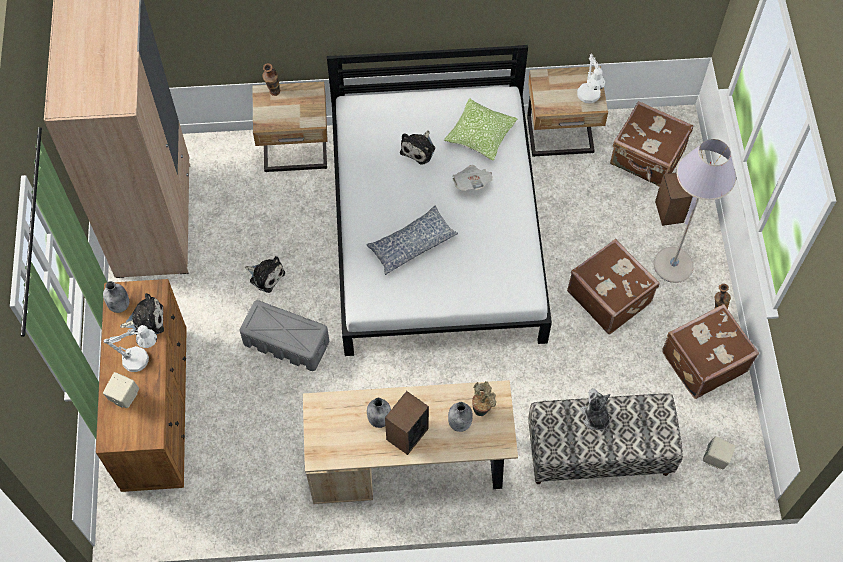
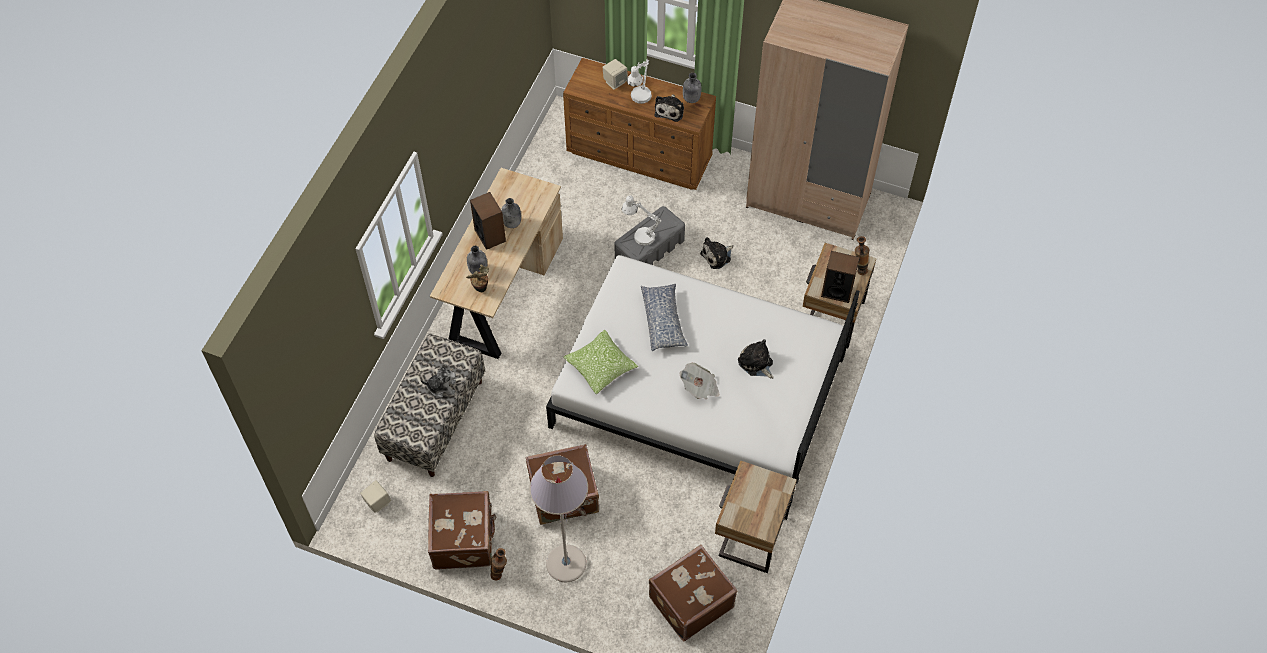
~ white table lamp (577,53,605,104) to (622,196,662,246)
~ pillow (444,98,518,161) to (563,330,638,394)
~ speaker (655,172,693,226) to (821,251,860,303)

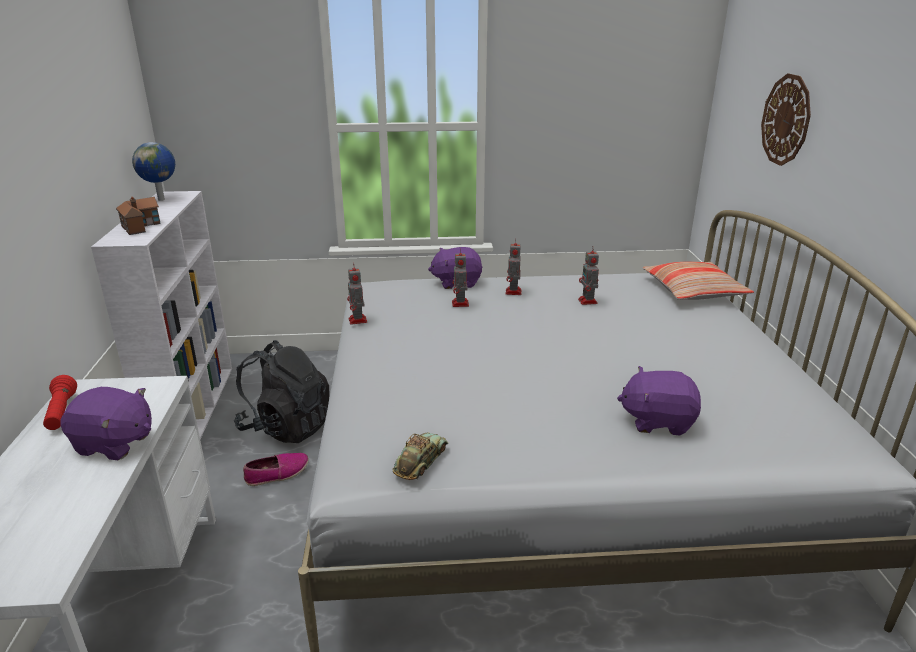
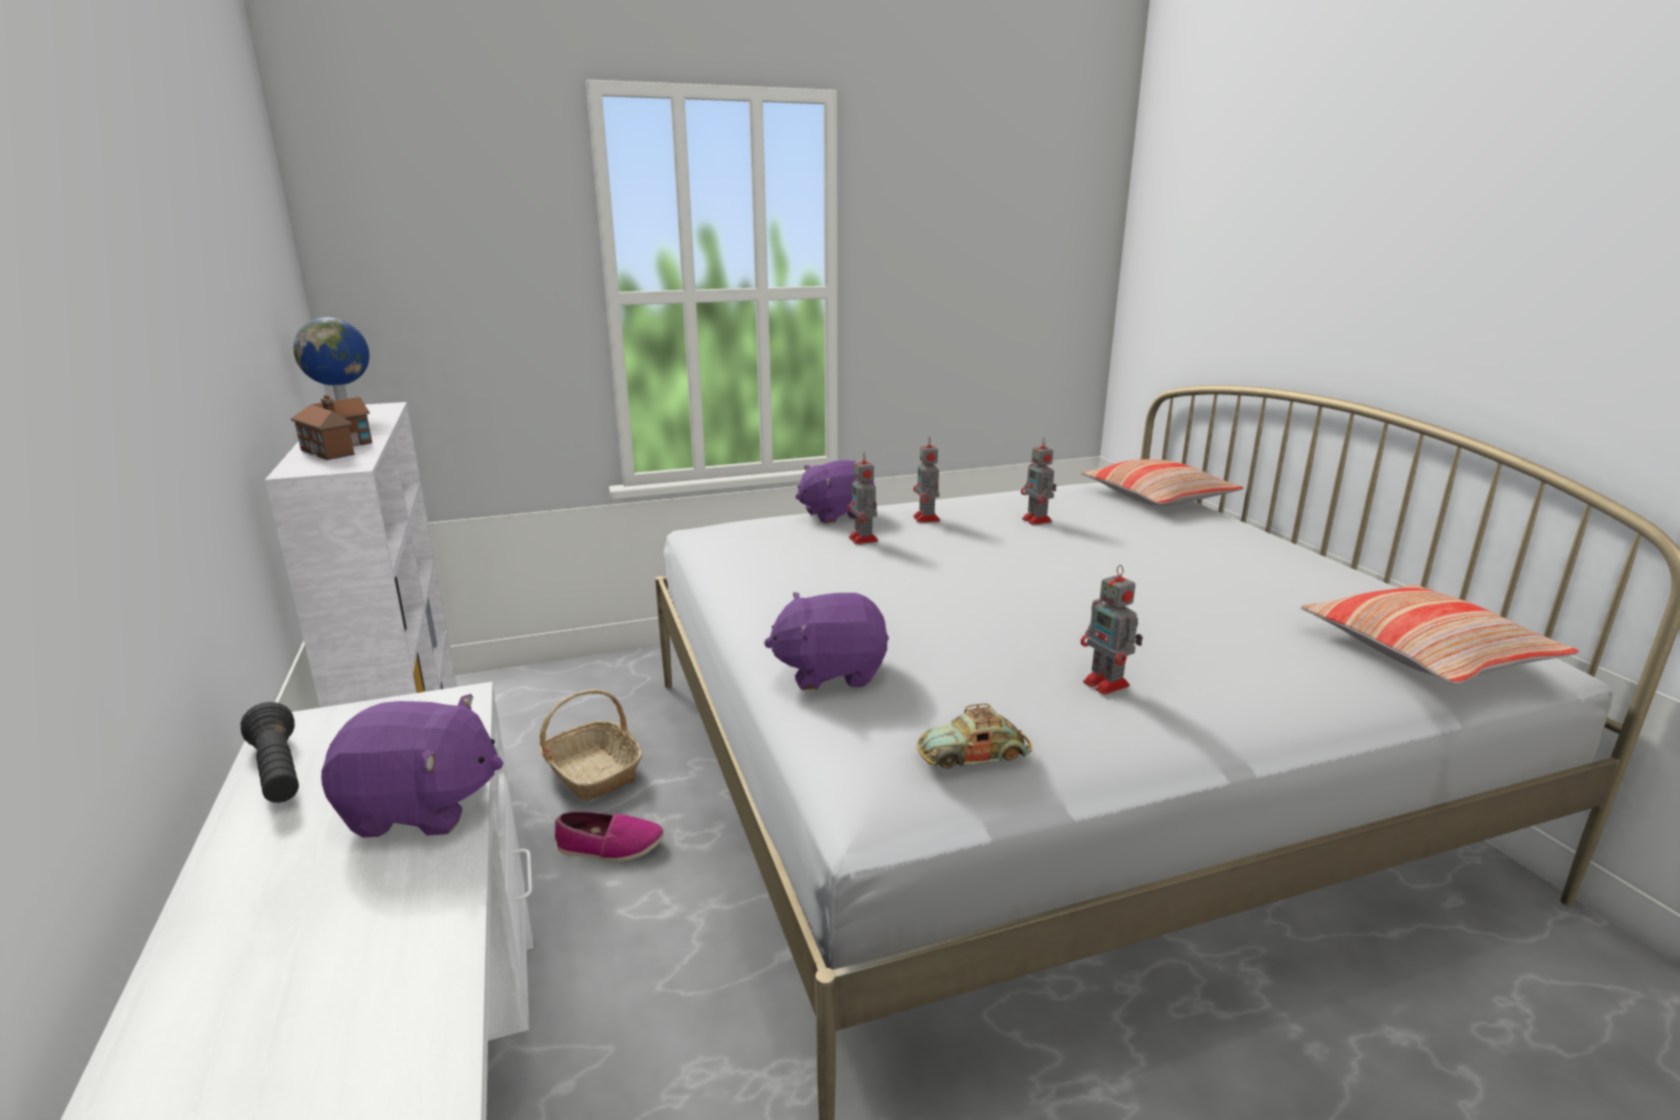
- wall clock (761,73,811,166)
~ toy robot (347,263,367,325) to (1081,565,1143,695)
~ black backpack (234,340,329,443) to basket (539,689,642,801)
~ purple plush toy (617,366,701,435) to (764,592,889,690)
~ red flashlight (43,375,77,430) to black flashlight (240,702,299,803)
~ toy car (393,432,448,480) = (916,703,1032,769) 120 degrees counterclockwise
~ shoe (243,453,309,486) = (555,811,664,862) 45 degrees clockwise
+ pillow (1300,584,1579,685)

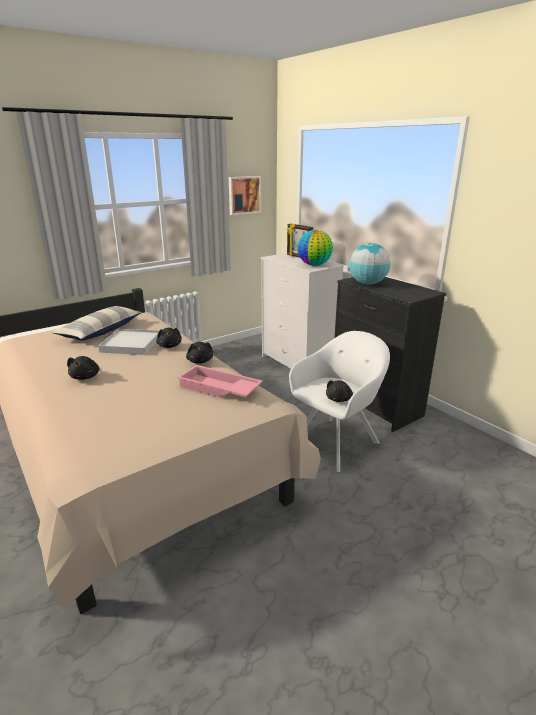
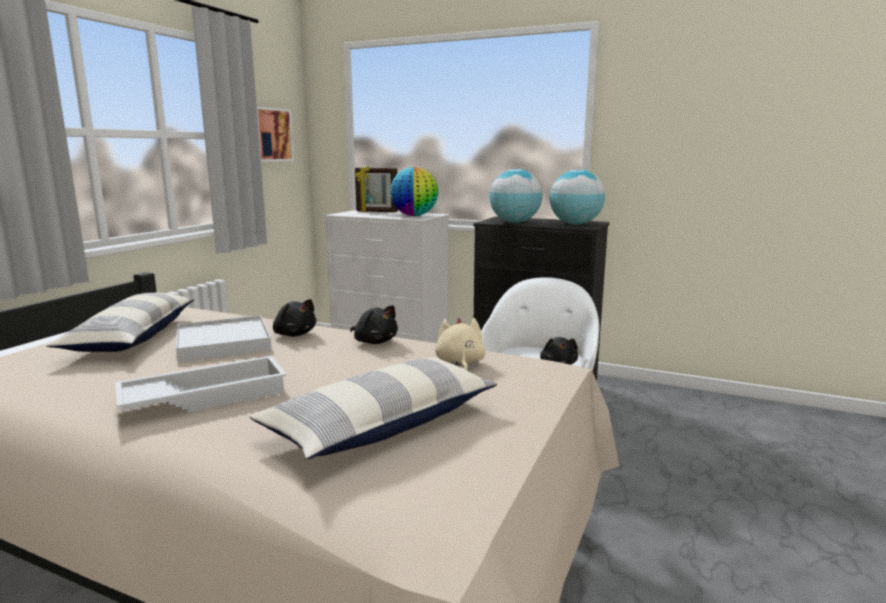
~ black plush toy (67,356,100,380) to white tray (115,356,287,412)
~ pink tray (177,365,263,397) to beige plush toy (435,318,486,370)
+ globe (550,169,605,225)
+ pillow (249,358,497,459)

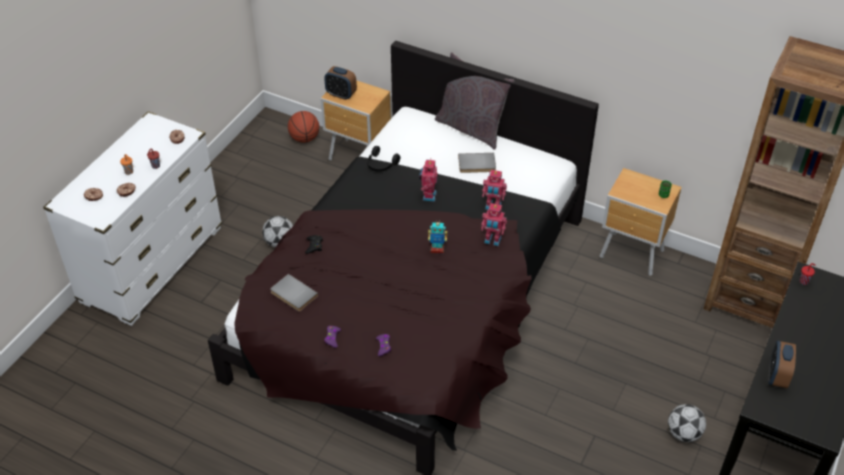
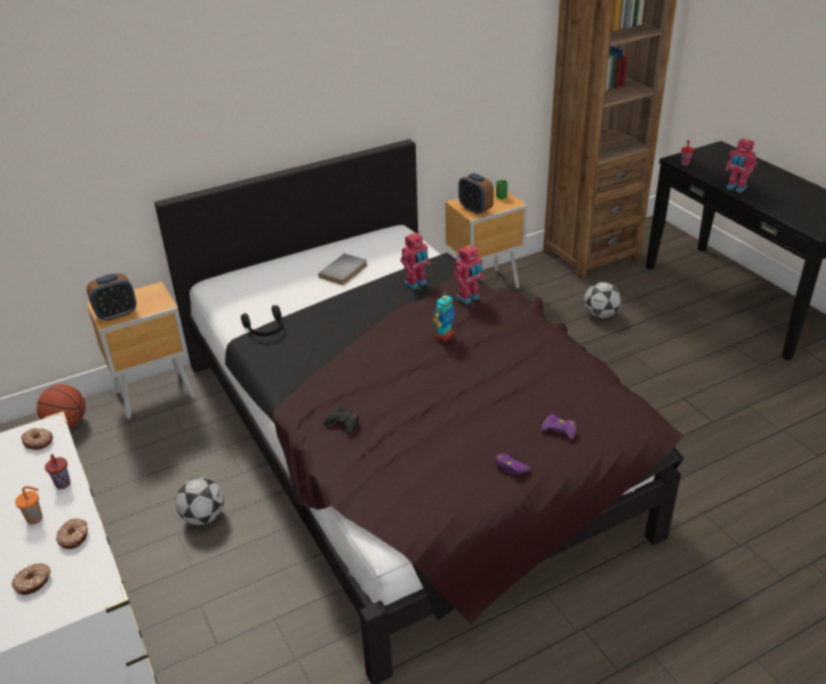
- grey pillow (435,52,515,149)
~ toy robot (419,158,438,202) to (725,138,757,193)
- grey book (270,274,318,311)
~ alarm clock (768,341,796,388) to (458,173,494,215)
~ football (668,404,706,442) to (584,282,621,318)

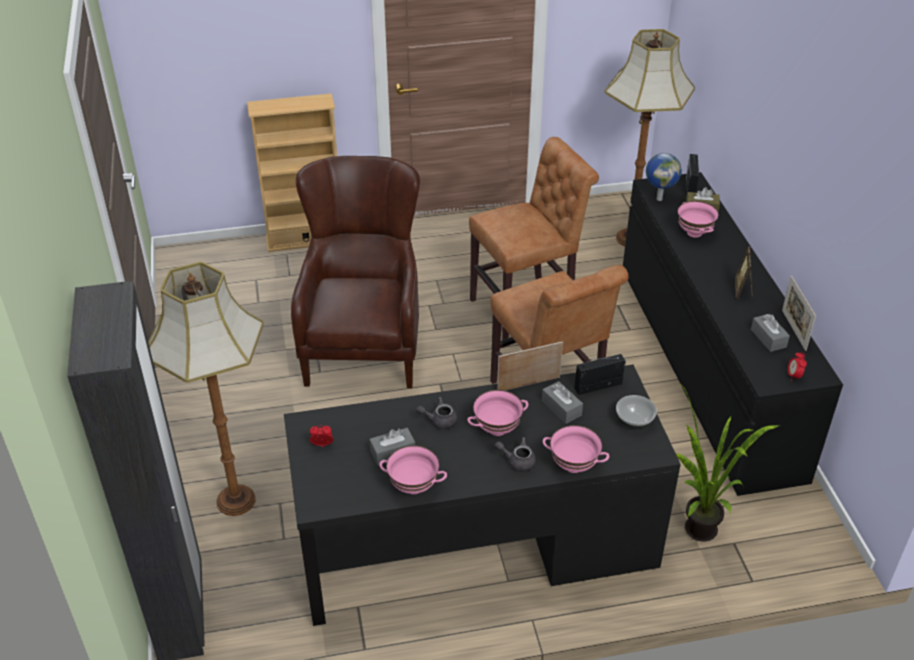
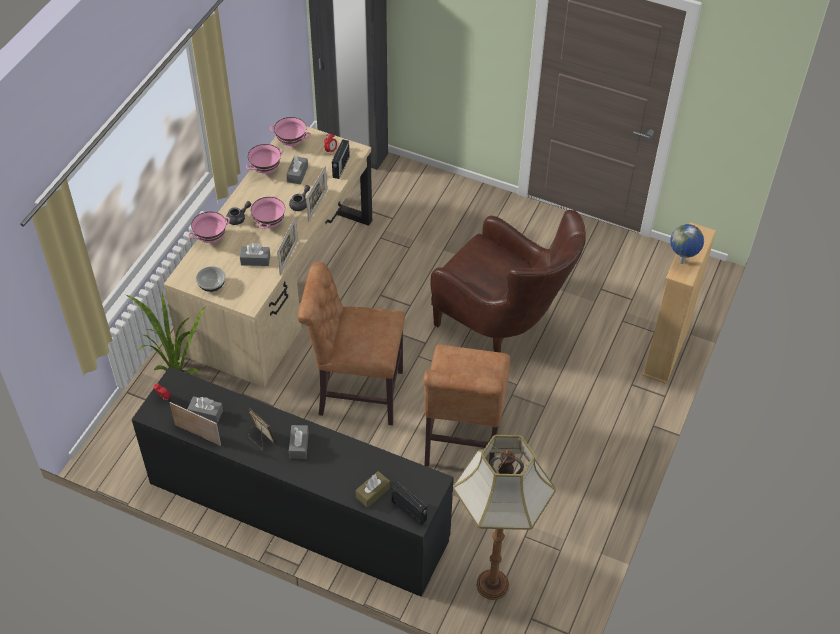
~ globe (646,153,682,201) to (670,224,704,264)
~ pink bowl (678,201,719,238) to (270,117,311,147)
- floor lamp (148,262,264,516)
~ radio (574,354,626,395) to (332,139,350,179)
~ black desk (284,365,681,626) to beige desk (164,126,372,387)
+ picture frame (306,166,327,222)
+ grey tissue box (289,425,309,459)

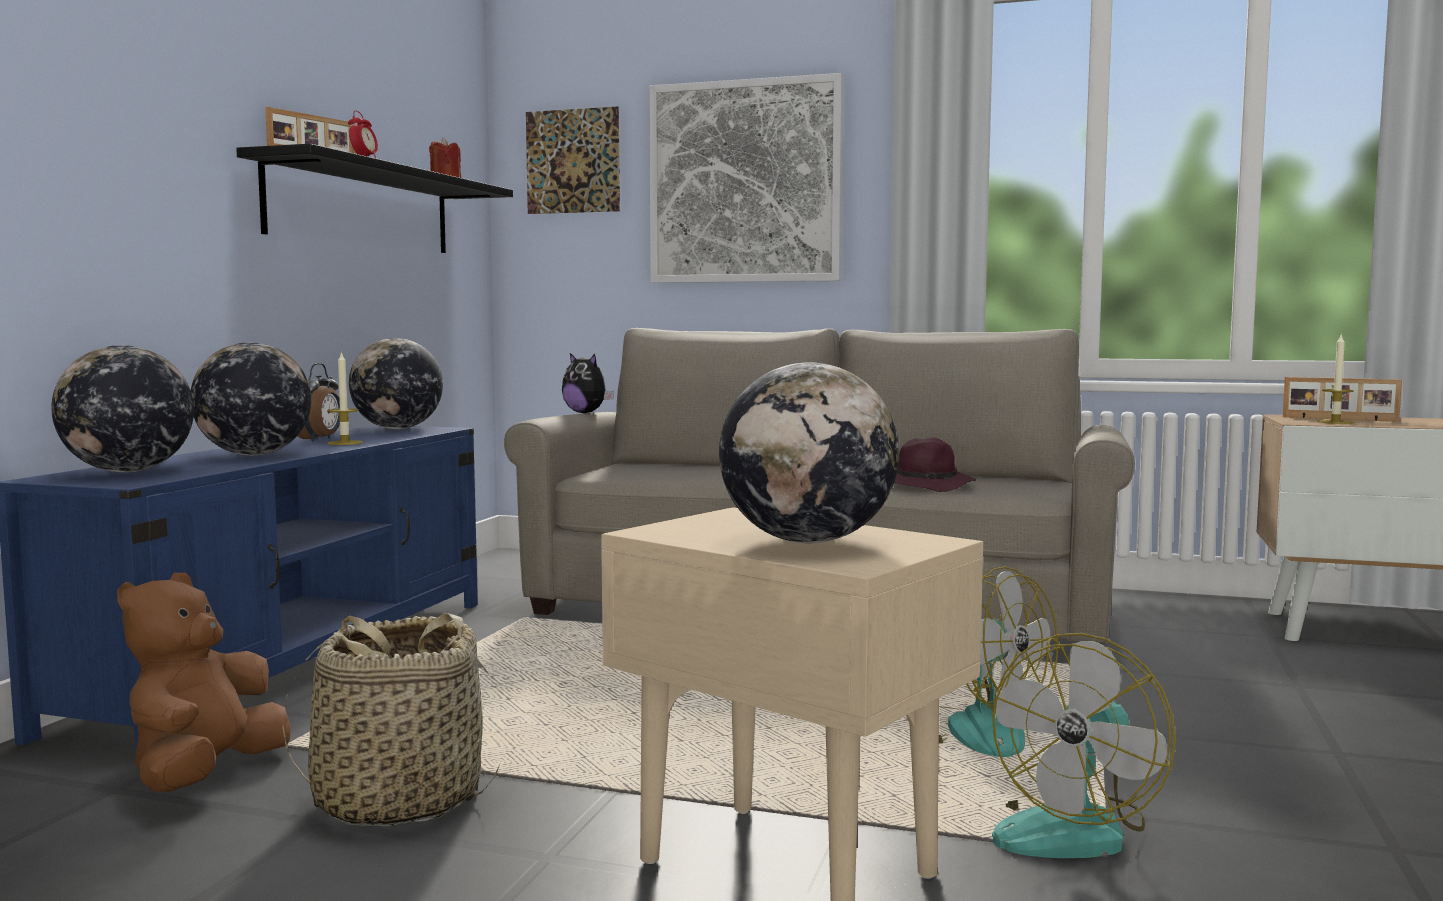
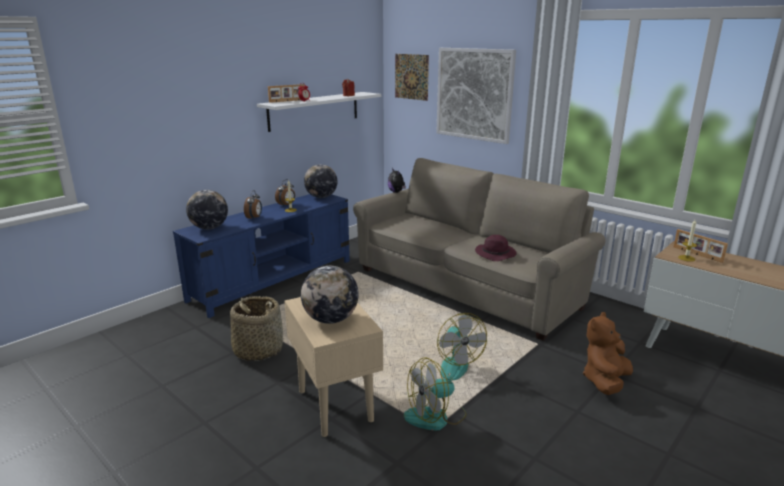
~ black shelf (236,144,513,253) to white shelf (257,92,381,132)
~ globe (191,342,311,455) to alarm clock (244,190,262,219)
~ brown plush toy (117,573,291,792) to (583,312,633,395)

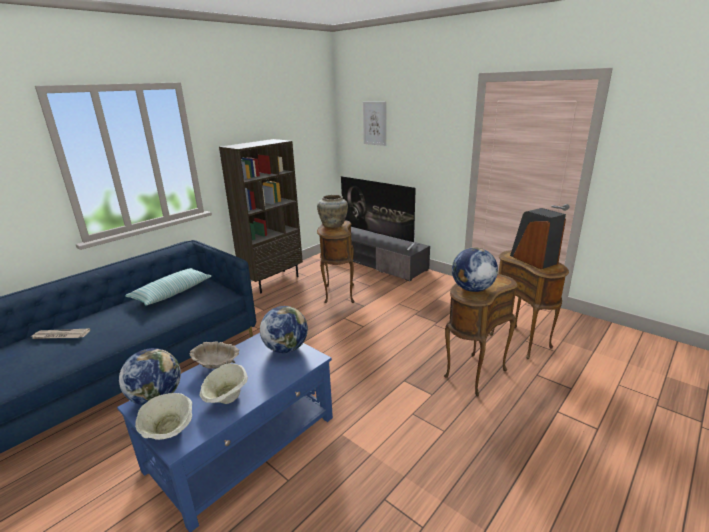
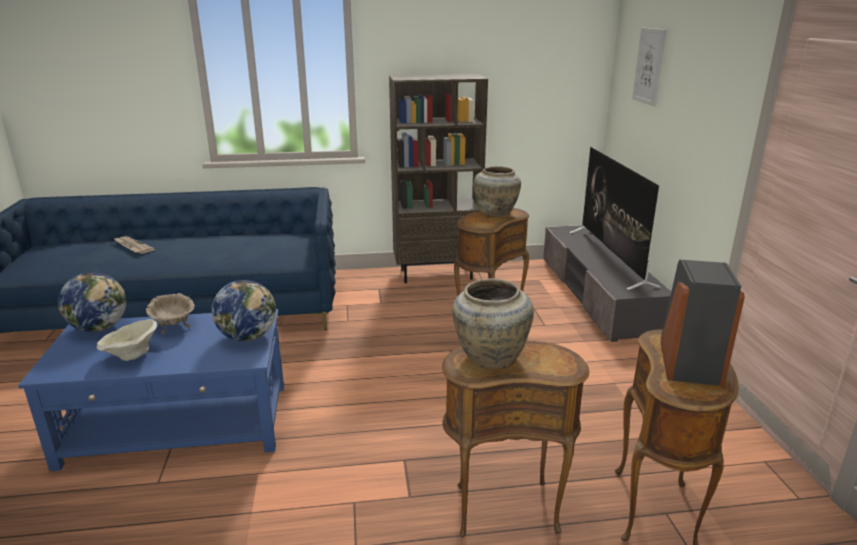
~ globe (452,247,498,292) to beige vase (452,278,534,369)
- pillow (125,268,212,305)
- beige bowl (135,393,192,440)

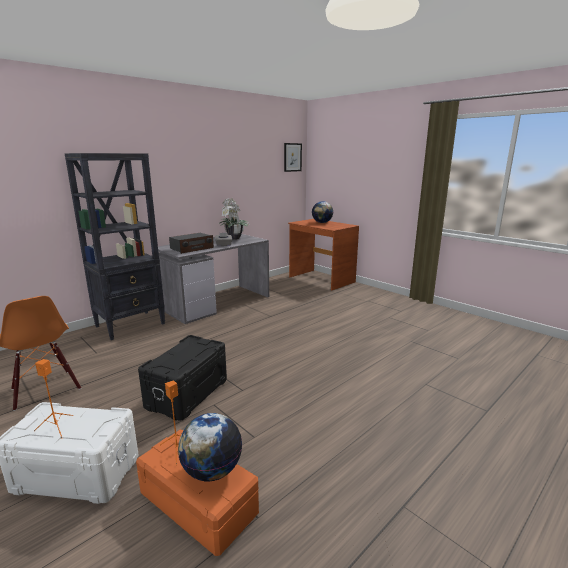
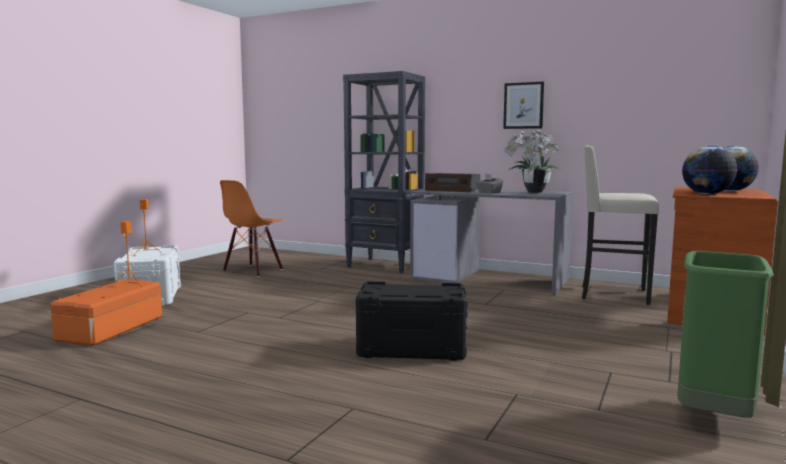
~ picture (284,143,302,172) to (503,82,544,129)
~ black storage box (138,335,227,421) to (356,282,467,361)
~ globe (178,413,242,481) to (682,146,738,194)
+ beige stool (582,145,659,305)
+ green trash can (677,251,773,418)

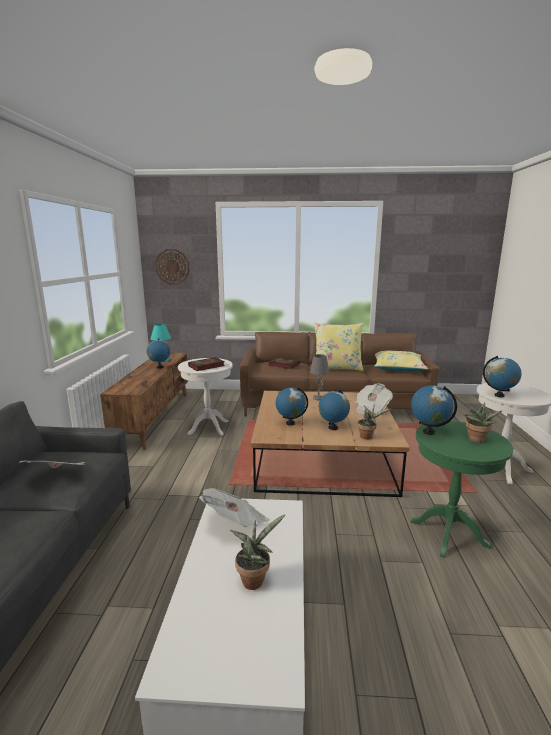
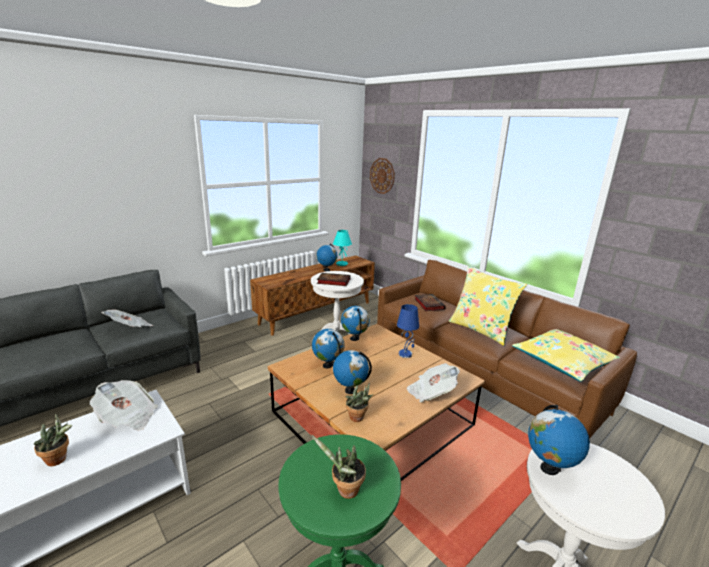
~ grey table lamp (310,354,329,400) to blue table lamp (397,304,419,358)
~ globe (411,385,457,435) to (341,306,370,341)

